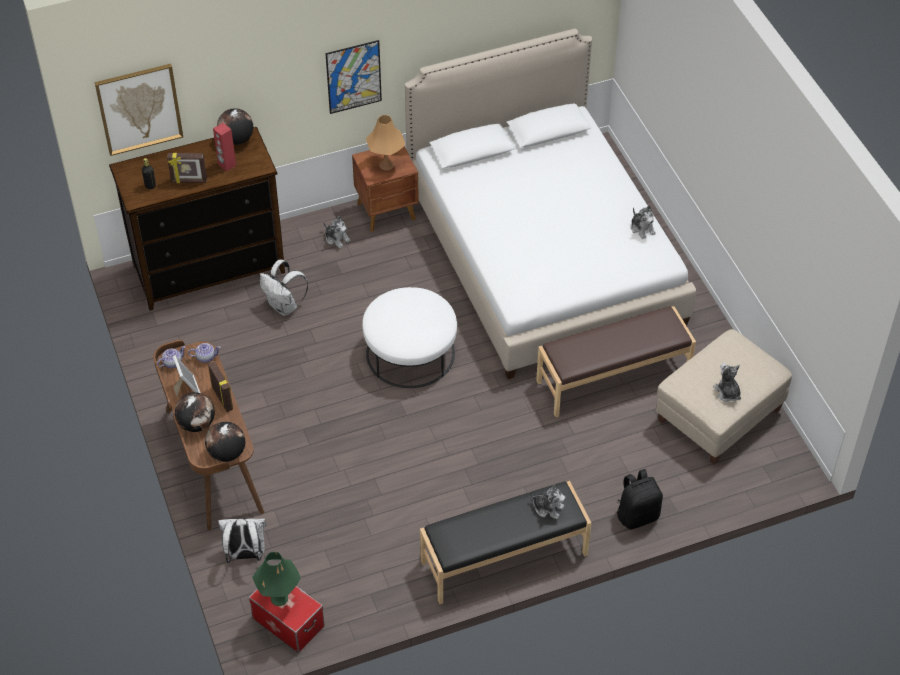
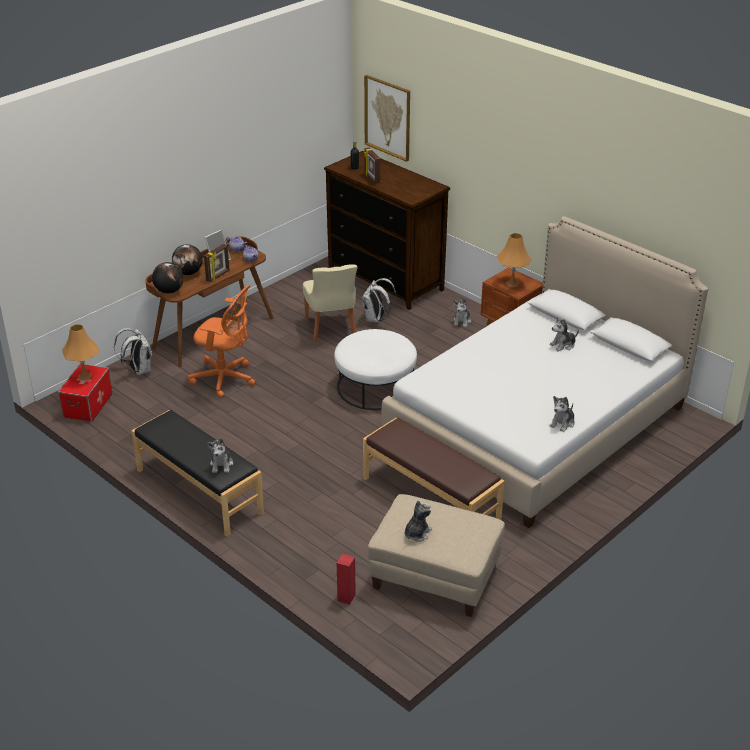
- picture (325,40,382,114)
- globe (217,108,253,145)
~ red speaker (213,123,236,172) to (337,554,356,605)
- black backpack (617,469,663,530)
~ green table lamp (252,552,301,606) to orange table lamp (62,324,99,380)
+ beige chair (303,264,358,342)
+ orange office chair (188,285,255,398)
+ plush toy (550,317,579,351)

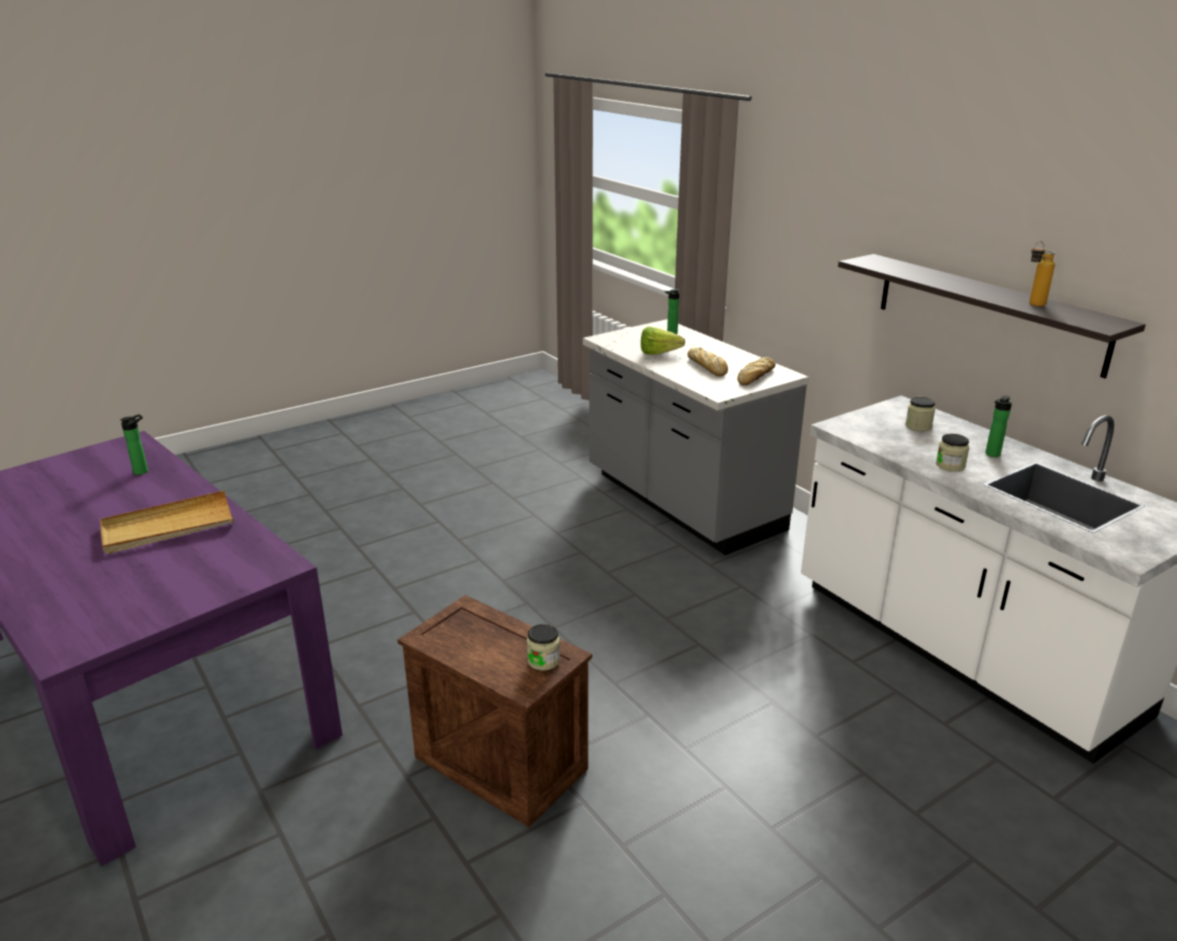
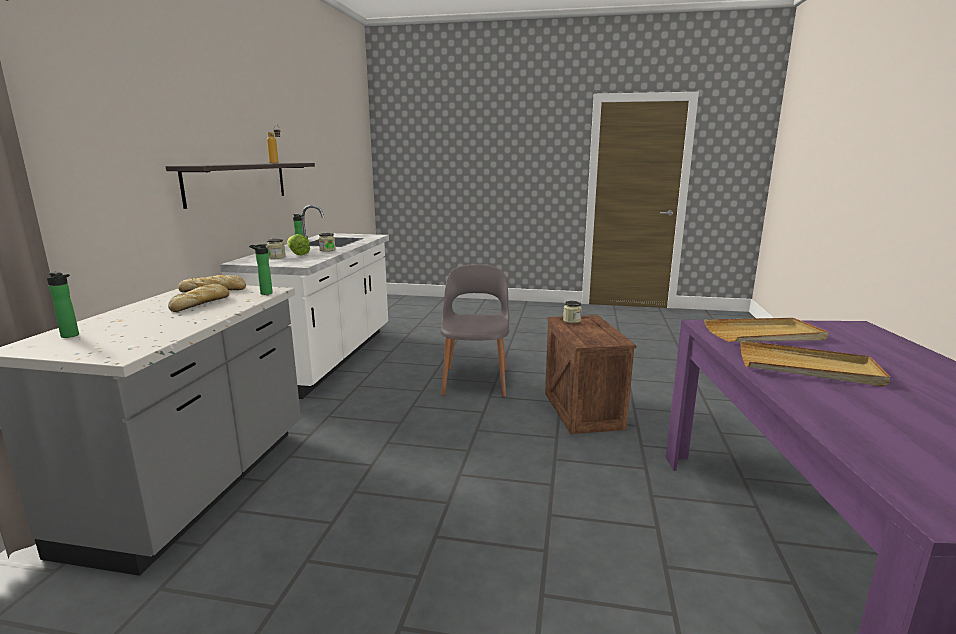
~ lettuce (641,327,685,354) to (287,234,310,255)
~ bottle (120,414,148,475) to (249,244,273,295)
+ grey chair (440,264,509,397)
+ beige tray (704,318,829,342)

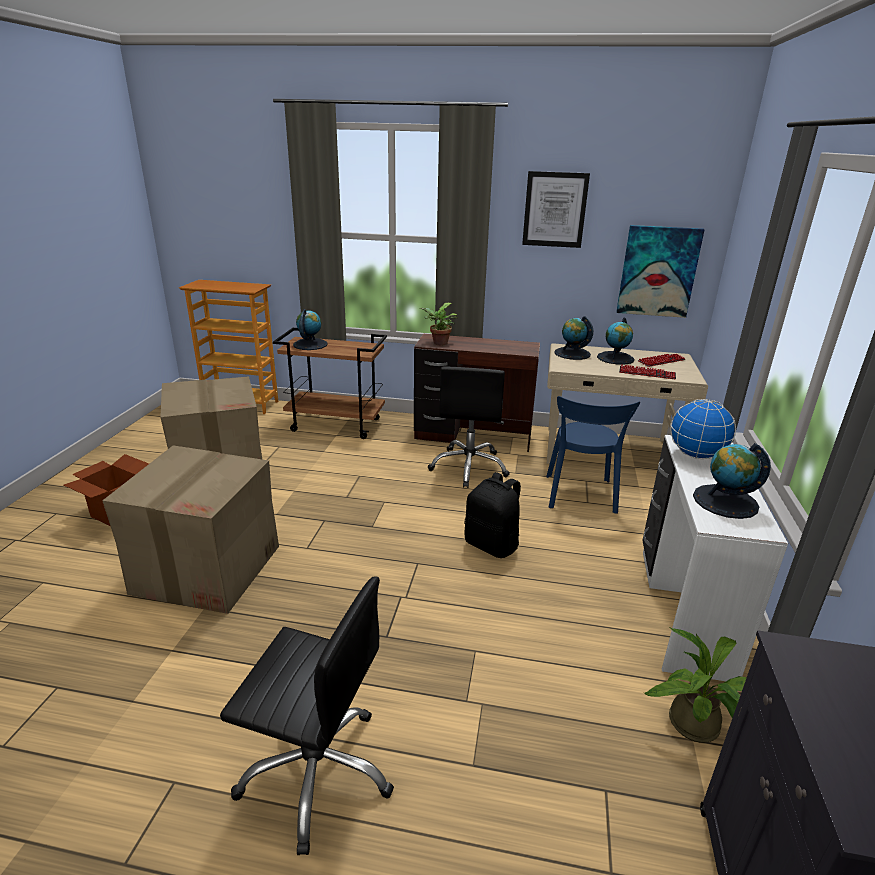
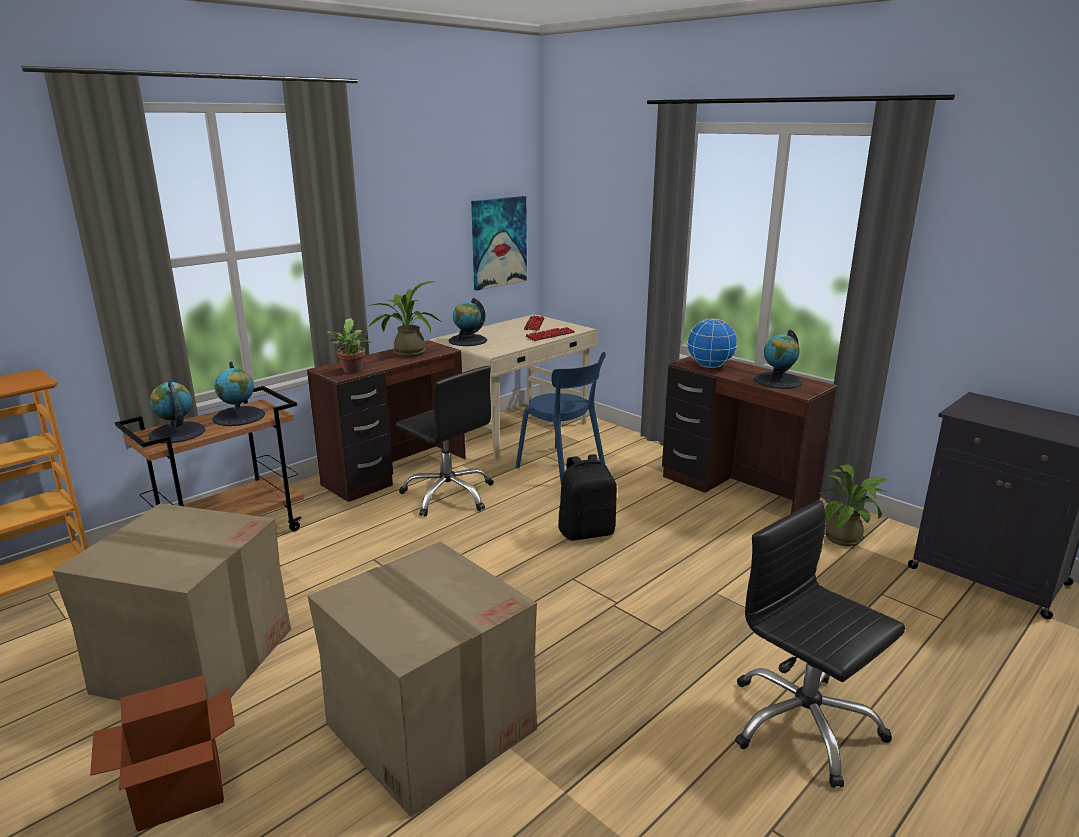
- picture (522,171,590,248)
~ globe (597,317,634,365) to (212,362,265,426)
~ white desk (642,435,788,681) to brown desk (662,356,837,514)
~ black office chair (220,577,394,855) = (735,500,905,788) 90 degrees counterclockwise
+ potted plant (364,281,442,357)

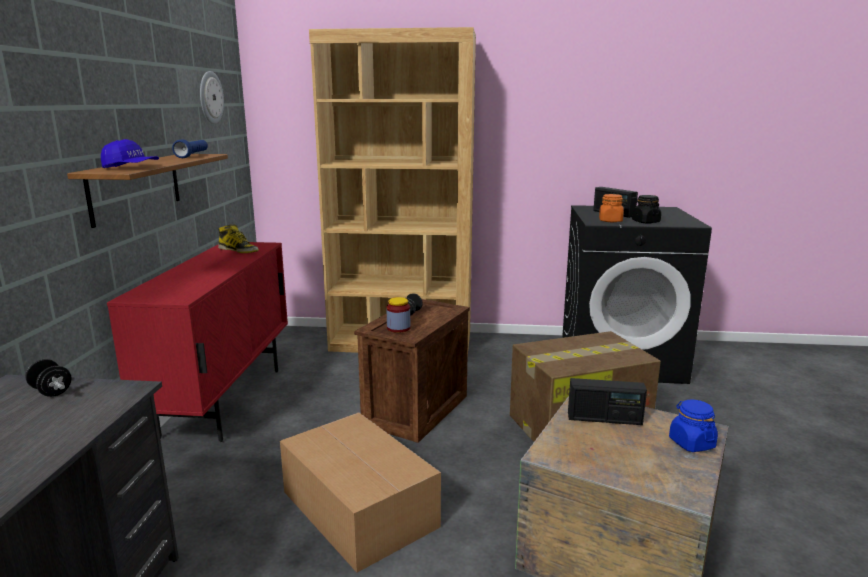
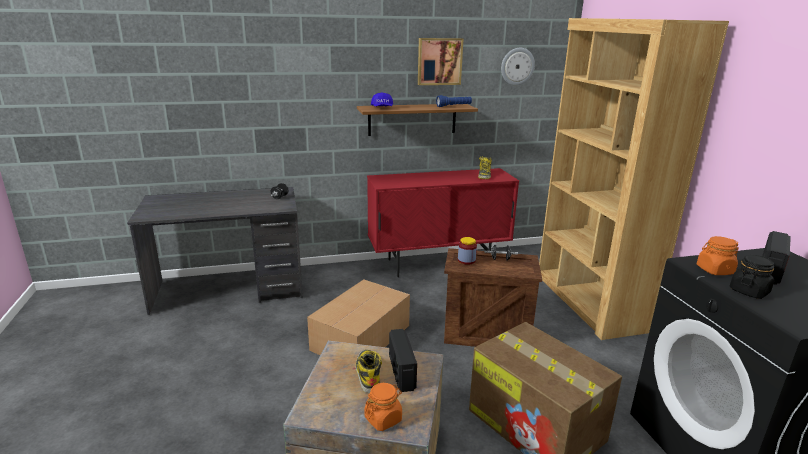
~ blue jar (669,400,718,452) to orange jar (365,383,402,431)
+ picture (418,38,463,85)
+ boot (356,349,382,393)

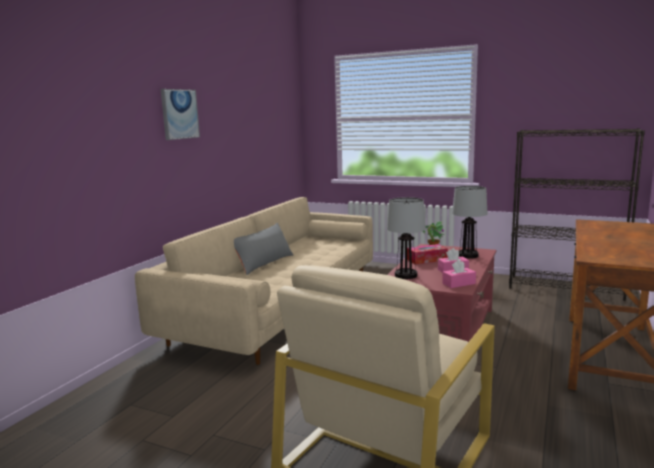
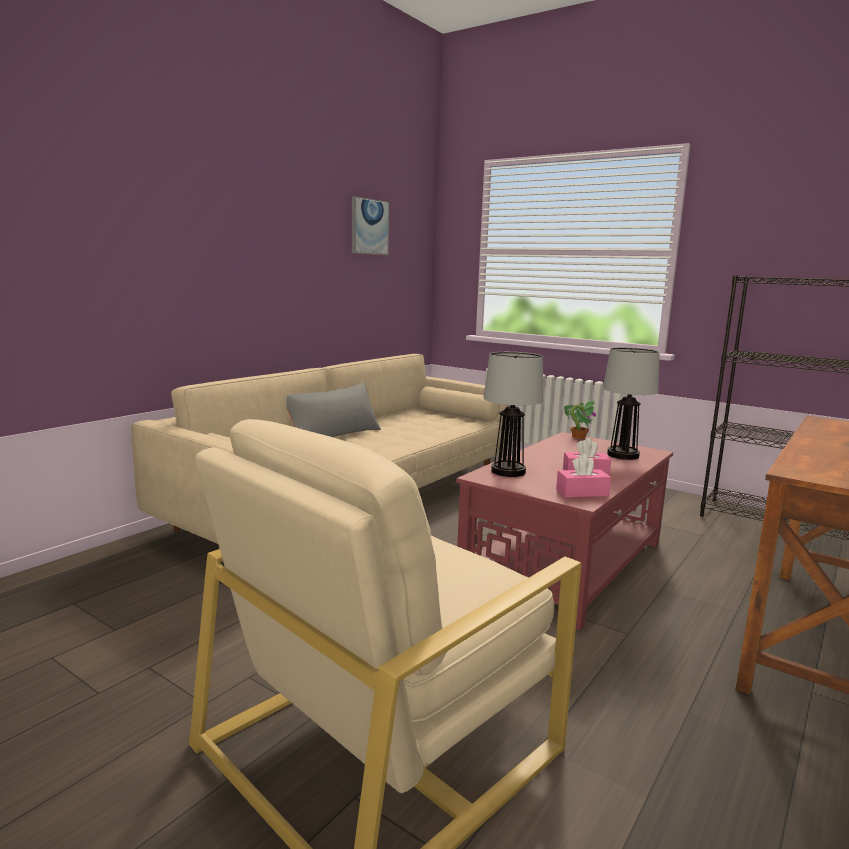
~ picture (161,89,200,140) to (352,196,389,255)
- tissue box (407,244,448,264)

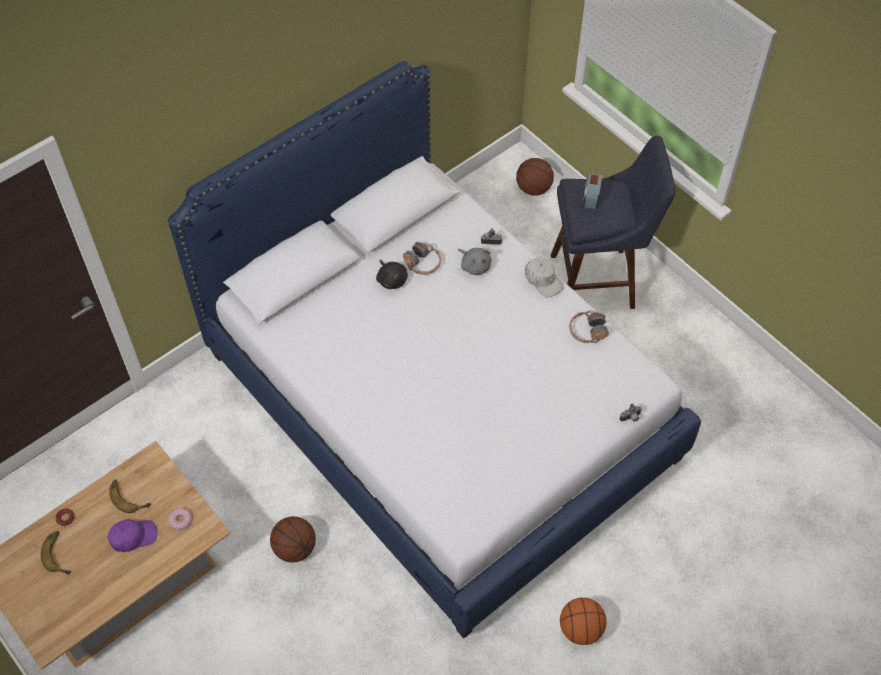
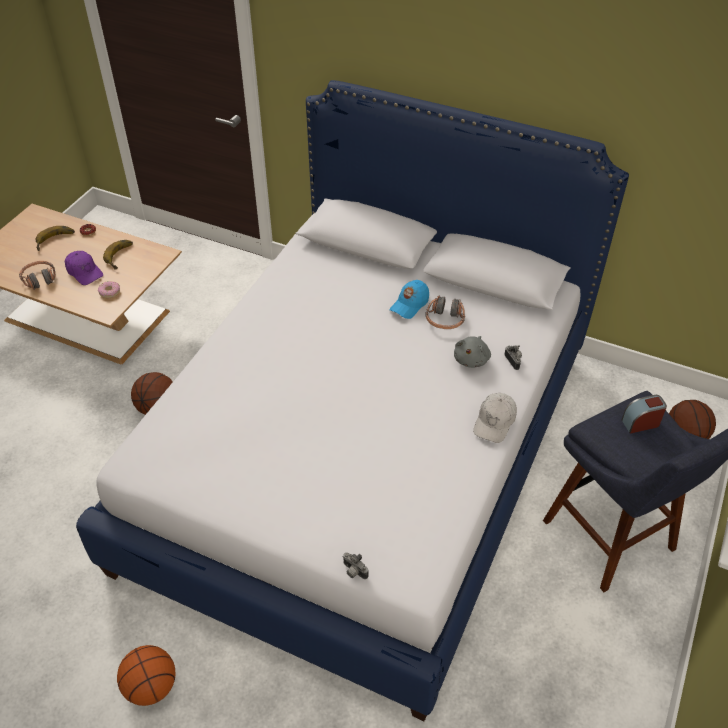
~ black plush toy (376,260,408,289) to blue cap (389,280,429,319)
~ headphones (569,310,609,343) to (19,261,55,290)

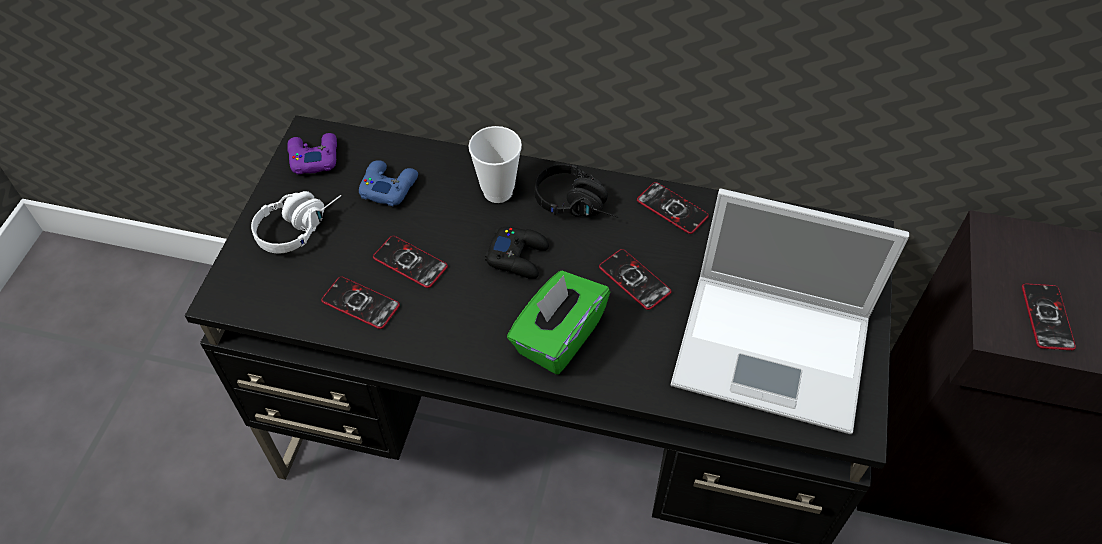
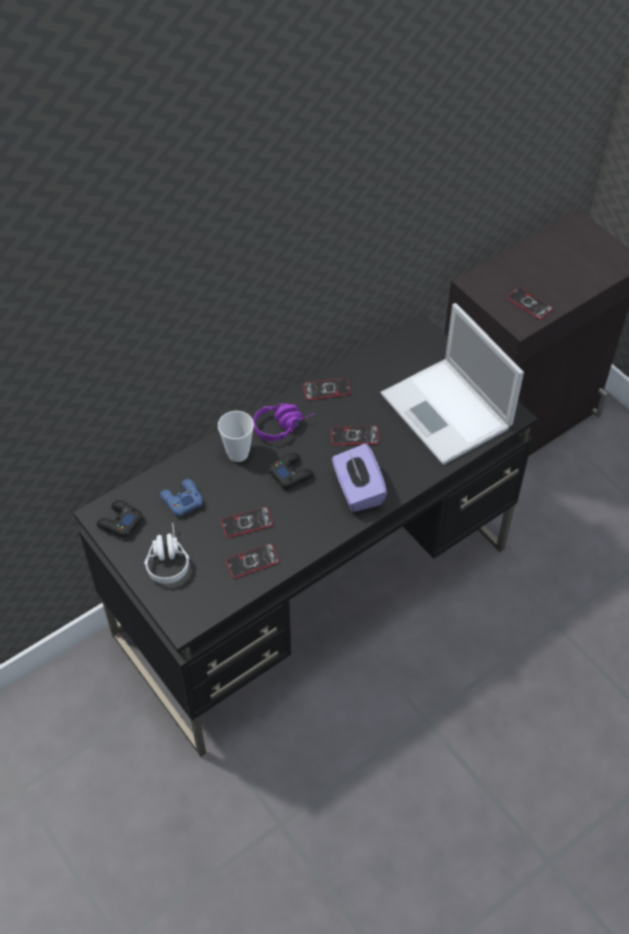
~ purple game controller (287,133,337,175) to black game controller (97,500,143,538)
~ black headphones (534,164,619,217) to purple headphones (253,404,315,441)
~ laptop (671,188,909,434) = (380,303,524,465) 90 degrees clockwise
~ green tissue box (507,271,610,374) to purple tissue box (332,443,387,512)

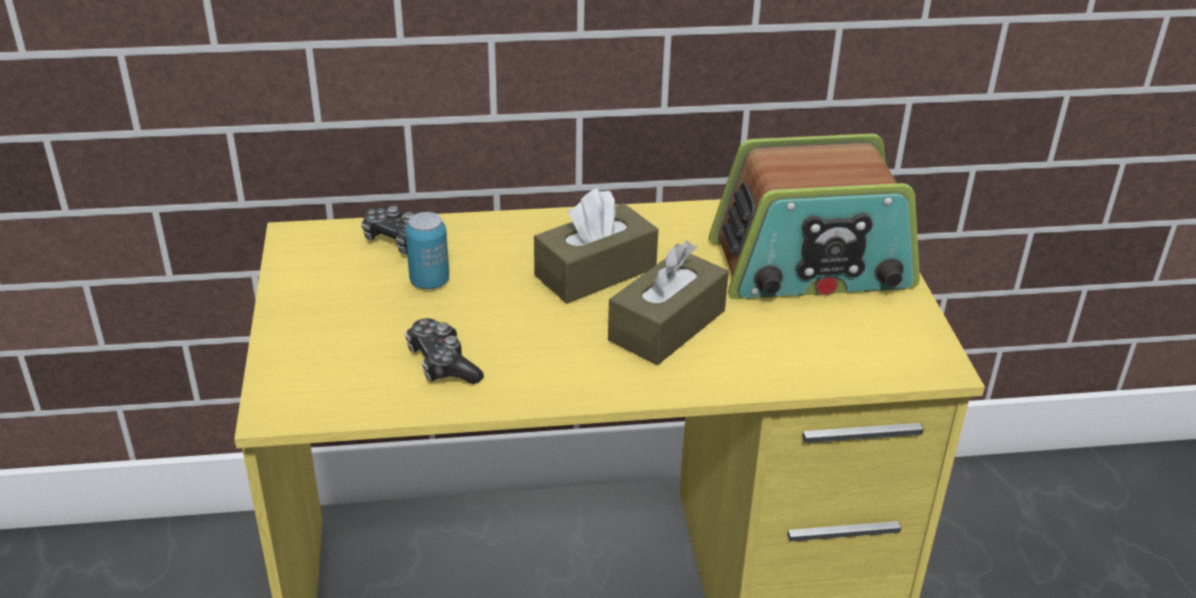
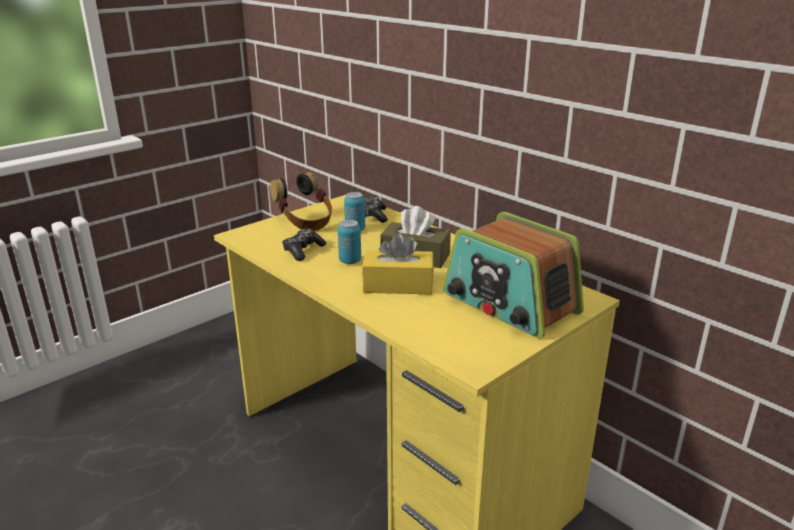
~ brown tissue box (608,241,729,365) to yellow tissue box (362,233,434,294)
+ headphones (270,172,332,231)
+ can (338,220,361,264)

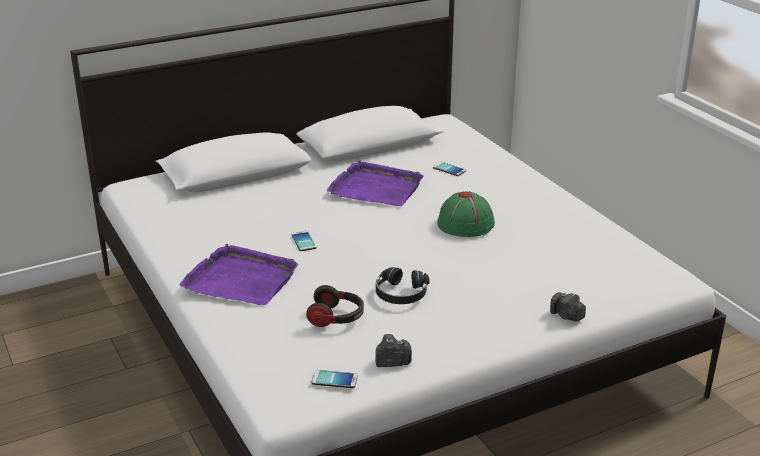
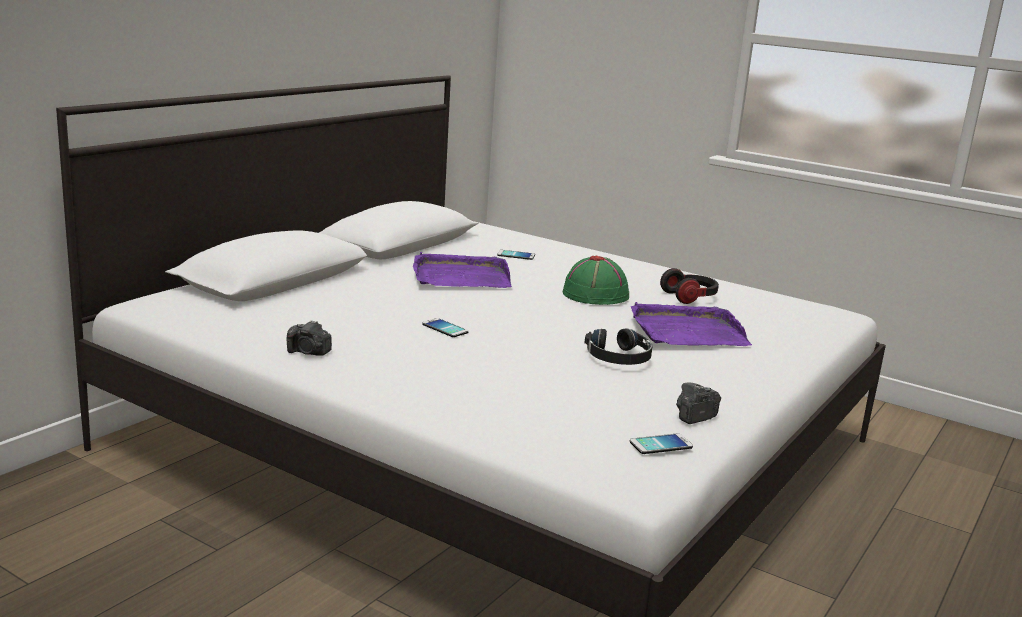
~ purple tray (179,244,298,305) to (631,302,752,346)
~ headphones (306,285,364,327) to (660,268,719,304)
~ photo camera (550,292,586,322) to (287,320,332,356)

